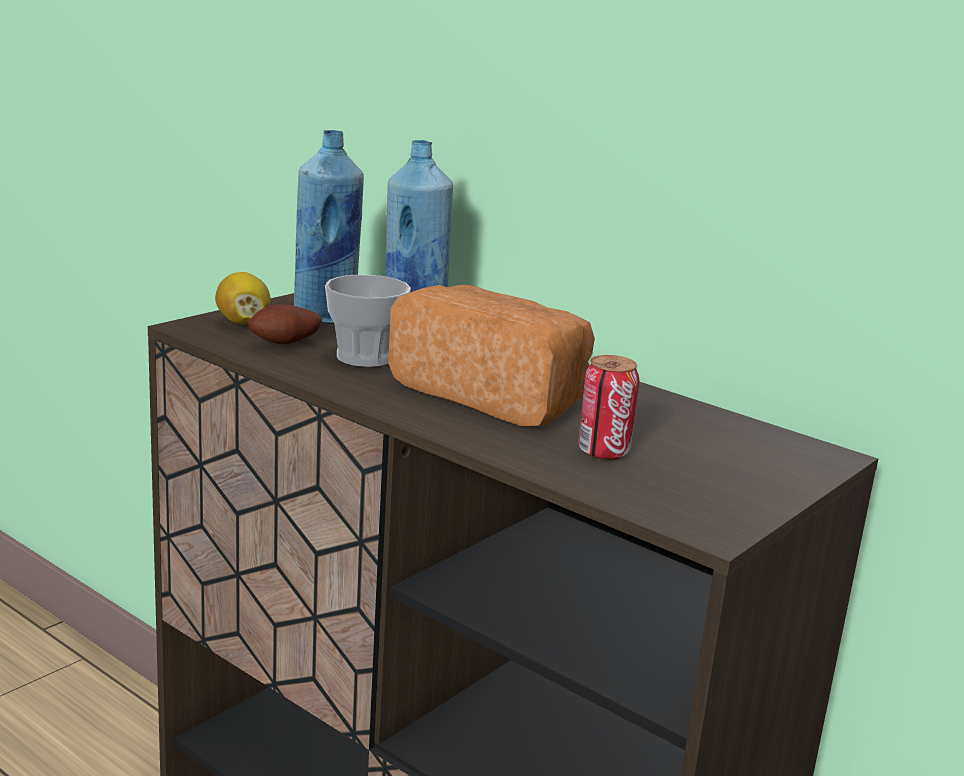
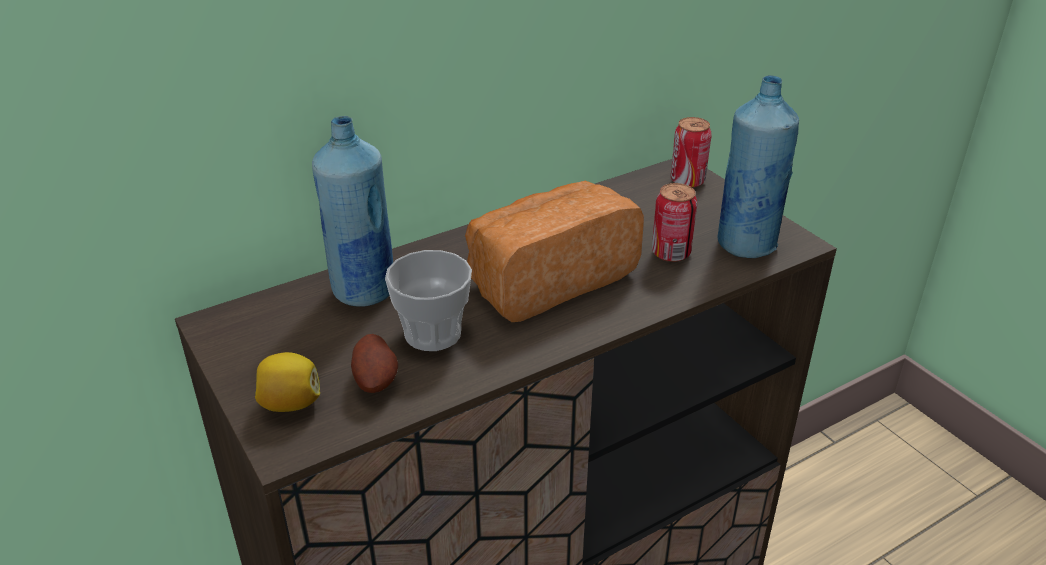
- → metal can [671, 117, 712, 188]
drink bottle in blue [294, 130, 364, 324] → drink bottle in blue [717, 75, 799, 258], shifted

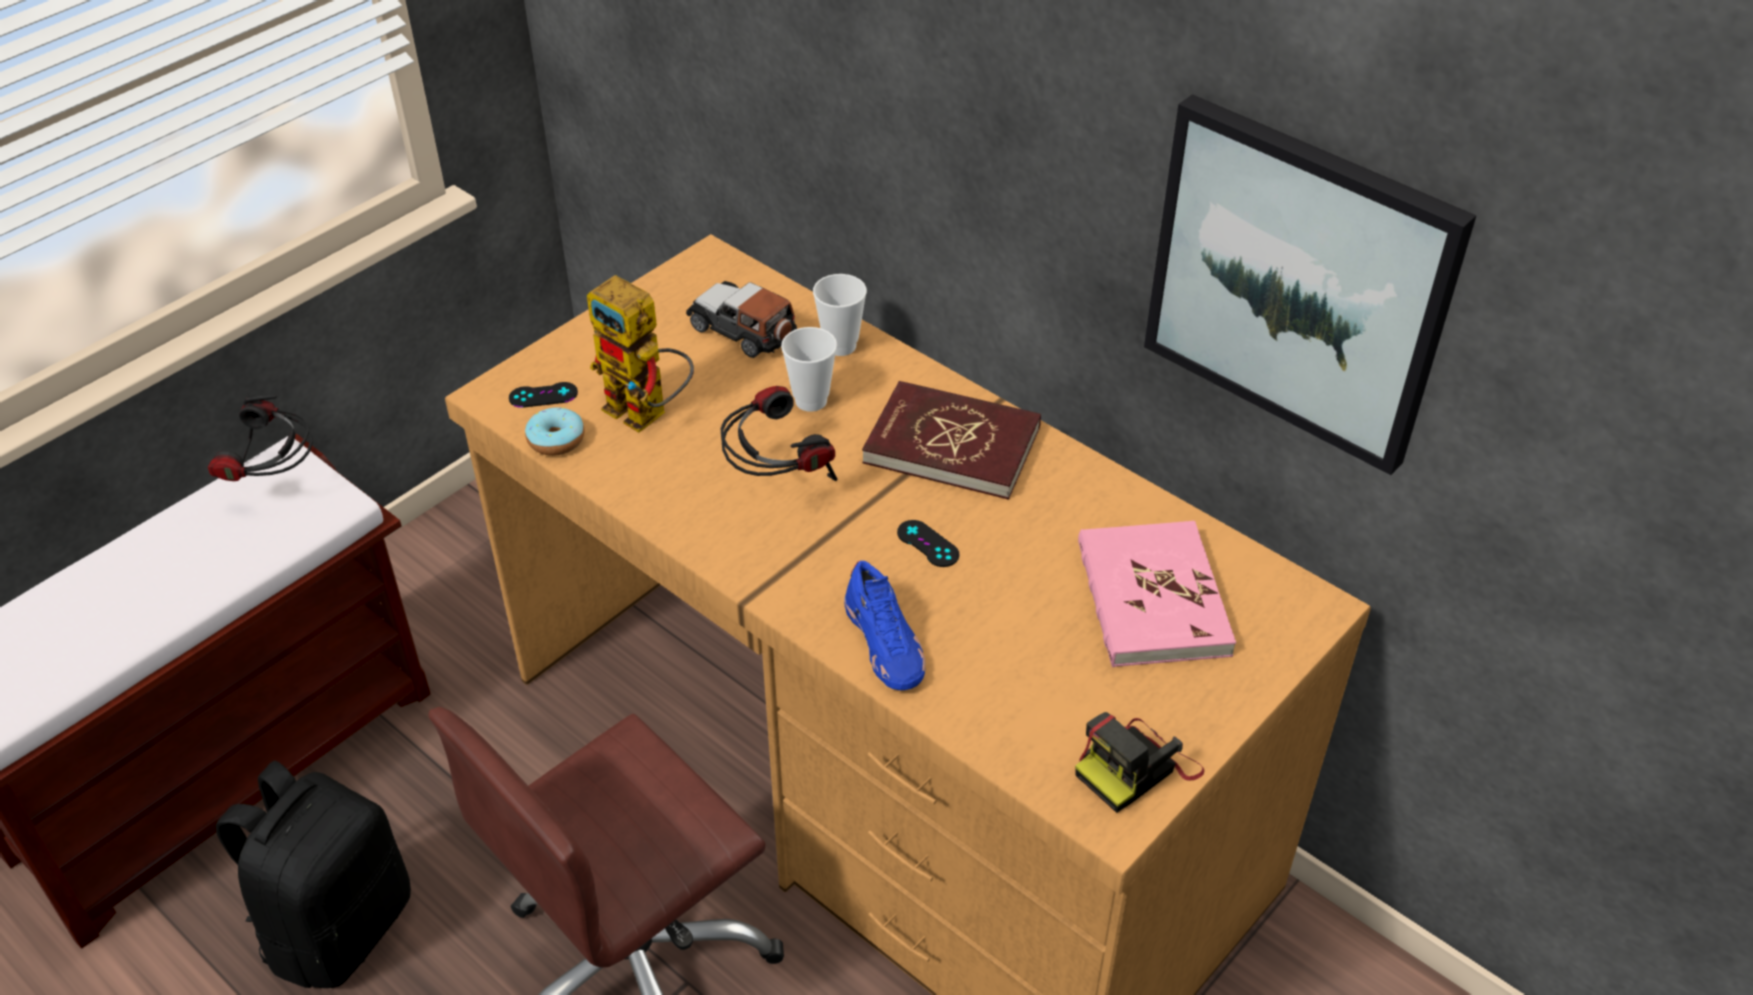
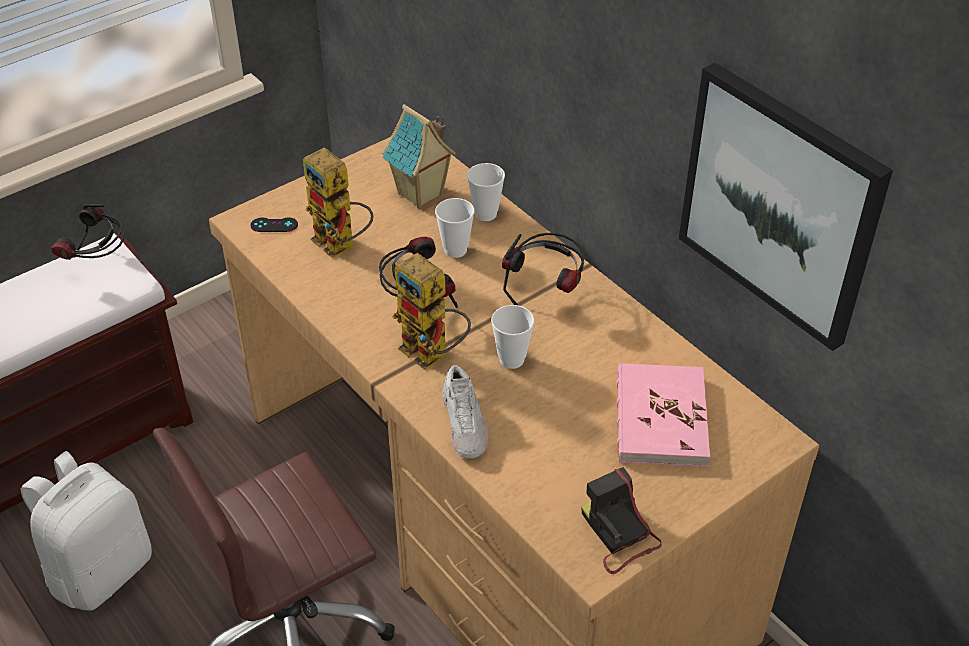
doughnut [525, 407, 585, 456] → -
- → toy robot [392, 253, 471, 370]
miniature car [686, 281, 797, 358] → model house [382, 104, 456, 208]
book in red-coloured [862, 381, 1041, 500] → headset [502, 233, 584, 306]
gamepad in black-coloured [897, 520, 959, 567] → small cup [491, 305, 534, 369]
rucksack in black-coloured [216, 761, 411, 988] → rucksack in whitish [20, 451, 152, 611]
low shoe in blue [844, 561, 925, 690] → low shoe in whitish [442, 365, 488, 459]
photo camera [1075, 712, 1204, 813] → photo camera [581, 467, 662, 574], 90 degrees clockwise

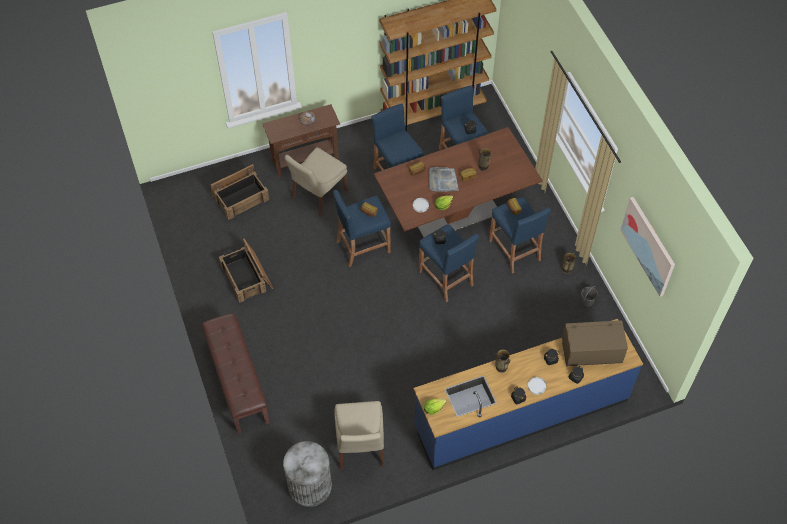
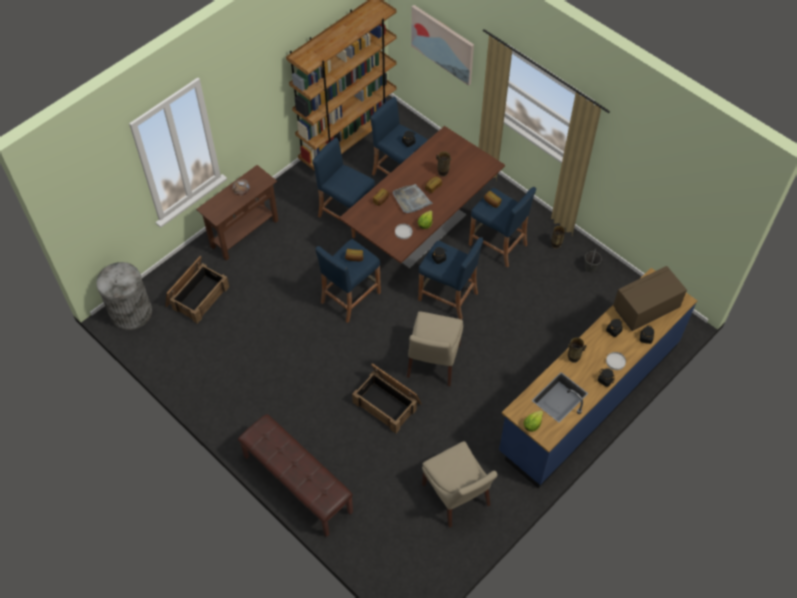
packing crate [219, 238, 273, 303] → packing crate [352, 363, 422, 433], shifted
waste bin in greyish [283, 441, 332, 507] → waste bin in greyish [96, 262, 152, 330], shifted
chair in beige [284, 147, 348, 217] → chair in beige [407, 311, 463, 386], shifted
wall art [620, 197, 675, 297] → wall art [411, 5, 474, 86], shifted

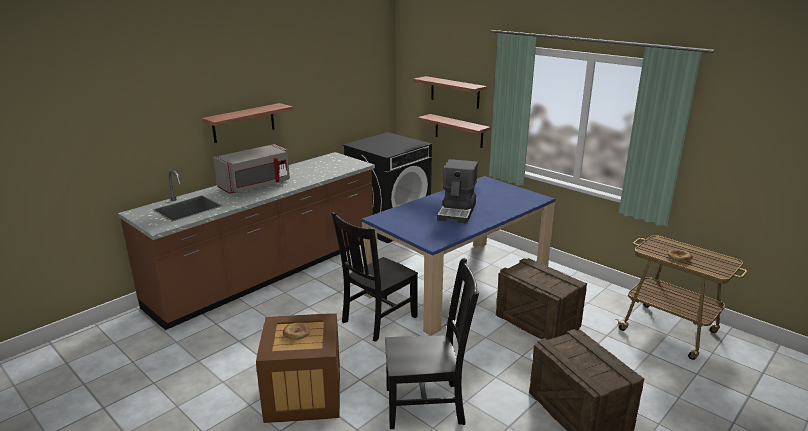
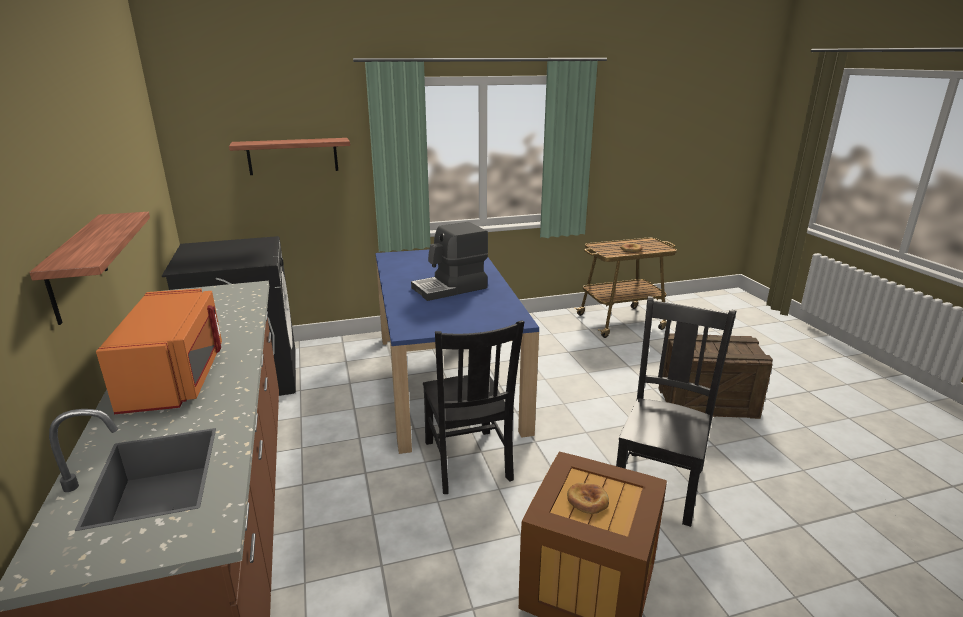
wall shelf [417, 114, 491, 148] → -
packing crate [496, 258, 587, 340] → -
microwave in greyish [213, 144, 290, 194] → microwave in orangey [96, 288, 222, 414]
coffee maker [437, 159, 478, 224] → coffee maker [411, 222, 488, 301], 105 degrees clockwise

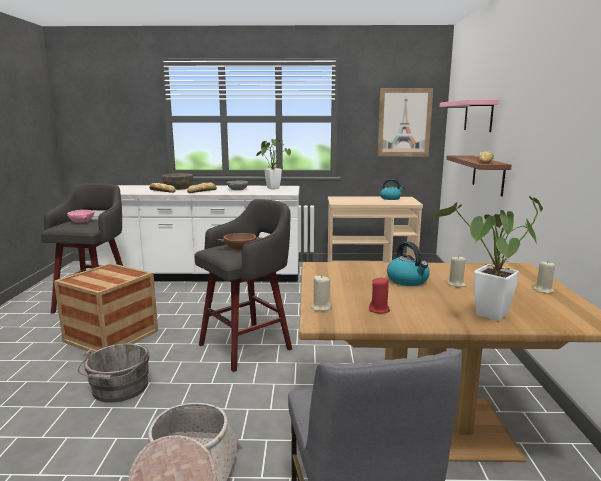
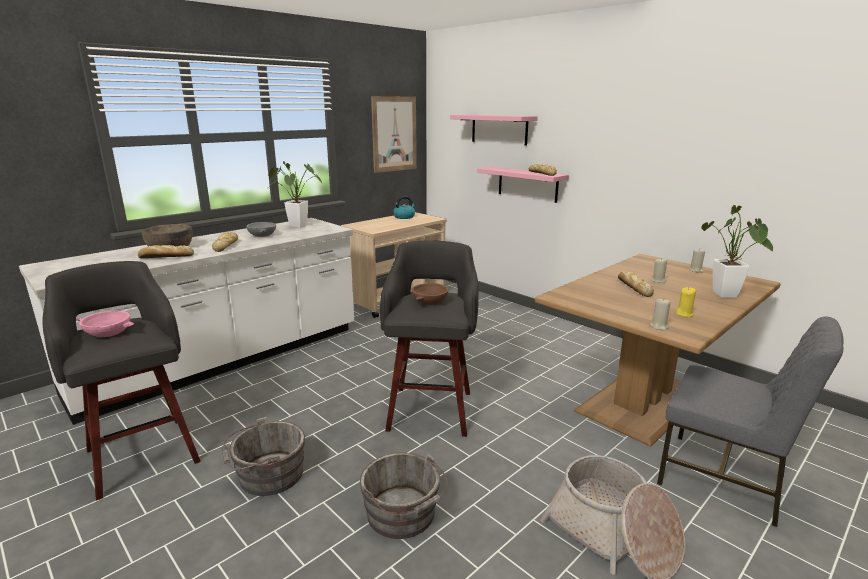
packing crate [54, 263, 158, 352] → pail in greyish [222, 417, 305, 496]
tea kettle [387, 242, 430, 286] → bakery bread [618, 271, 654, 297]
wax light in red-coloured [369, 277, 390, 314] → wax light in yellowish [675, 287, 696, 317]
wall shelf in brown [446, 155, 512, 197] → wall shelf in pink-coloured [477, 167, 569, 203]

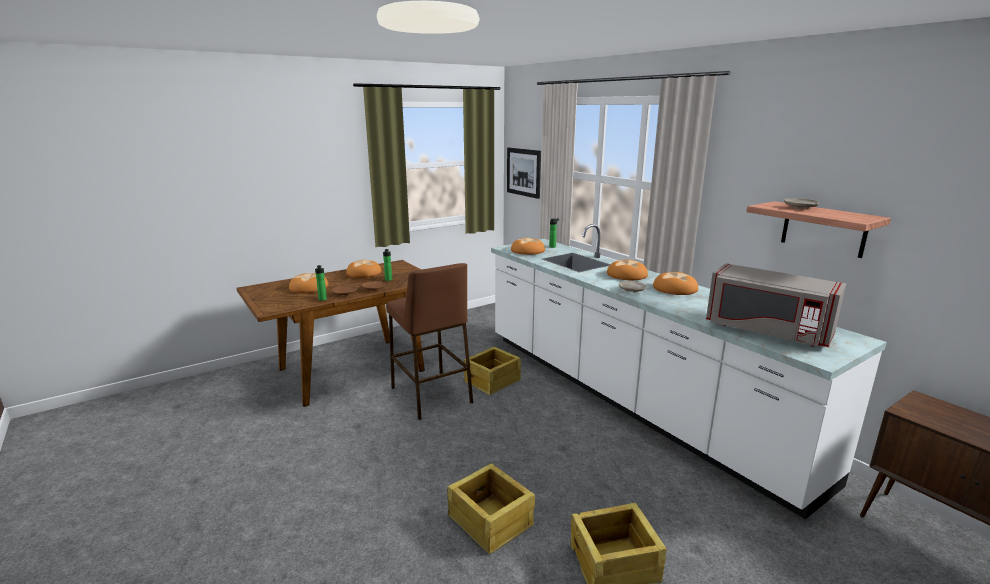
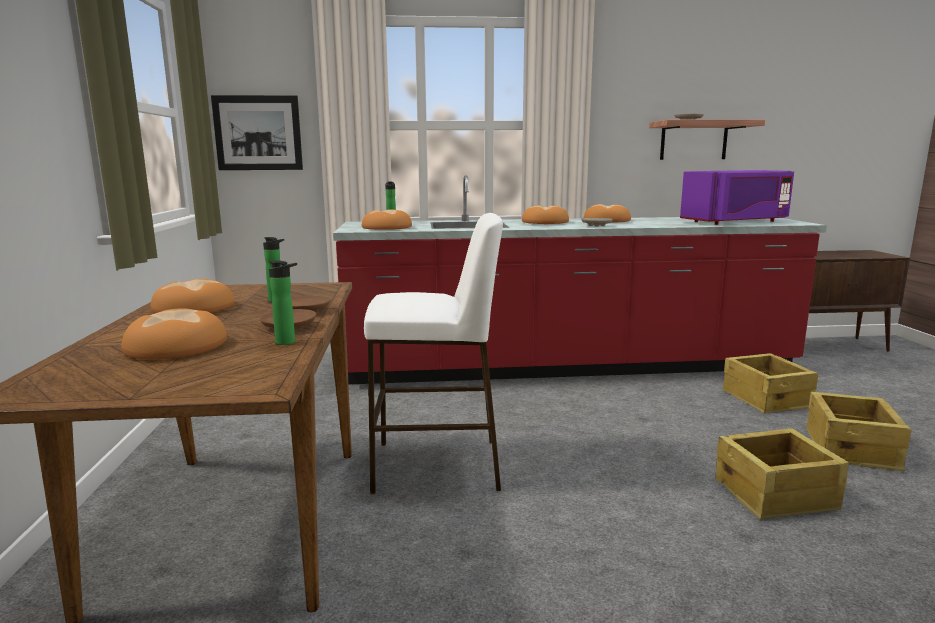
packing crate [464, 347, 521, 395] → packing crate [723, 353, 818, 413], shifted
stool seat in brown [386, 263, 473, 420] → stool seat in whitish [364, 213, 503, 494]
kitchen counter in whitish [491, 224, 887, 519] → kitchen counter in red-coloured [333, 175, 827, 384]
microwave in greyish [706, 263, 846, 347] → microwave in purple-coloured [680, 170, 794, 225]

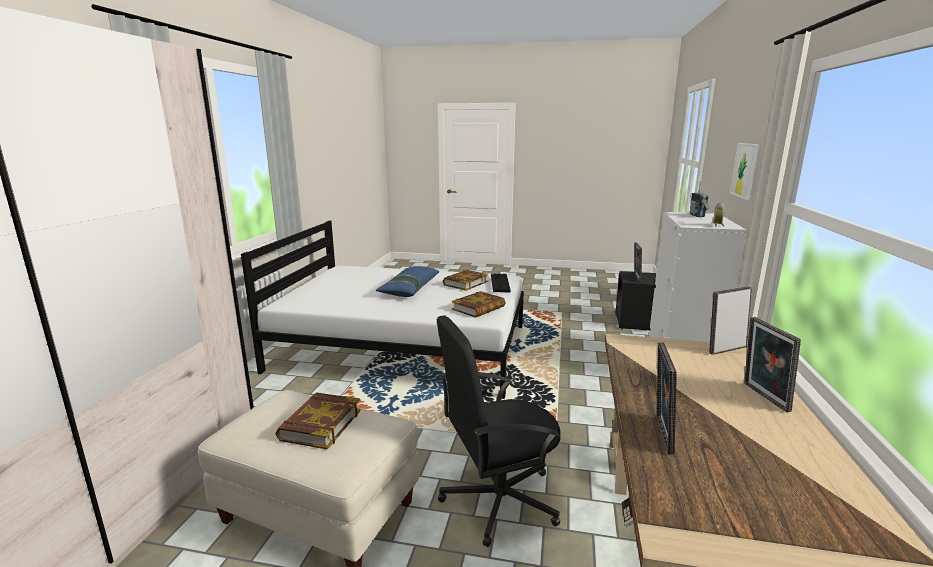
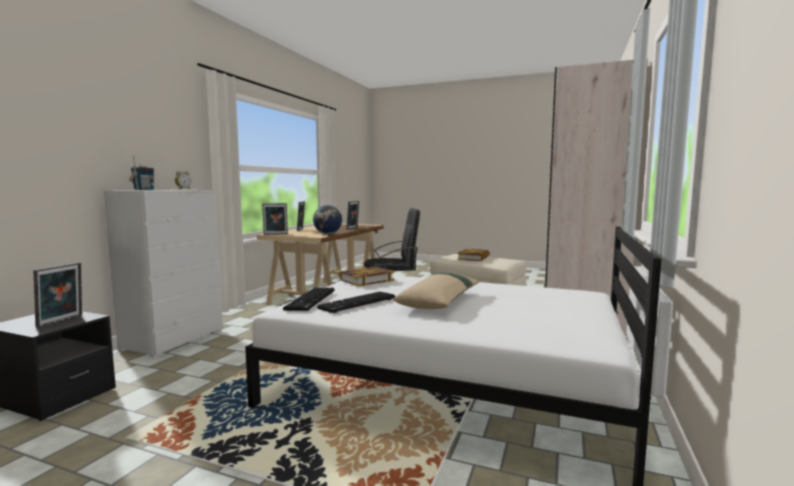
wall art [730, 143, 759, 200] → -
- → globe [313, 205, 342, 234]
book [443, 270, 488, 291] → PC keyboard [317, 292, 395, 313]
cushion in blue [375, 266, 439, 297] → cushion in beige [393, 272, 479, 309]

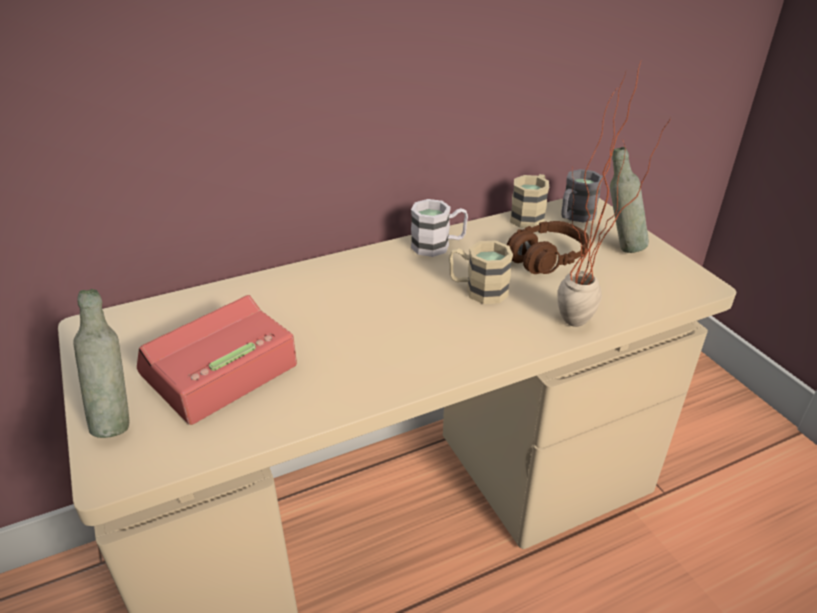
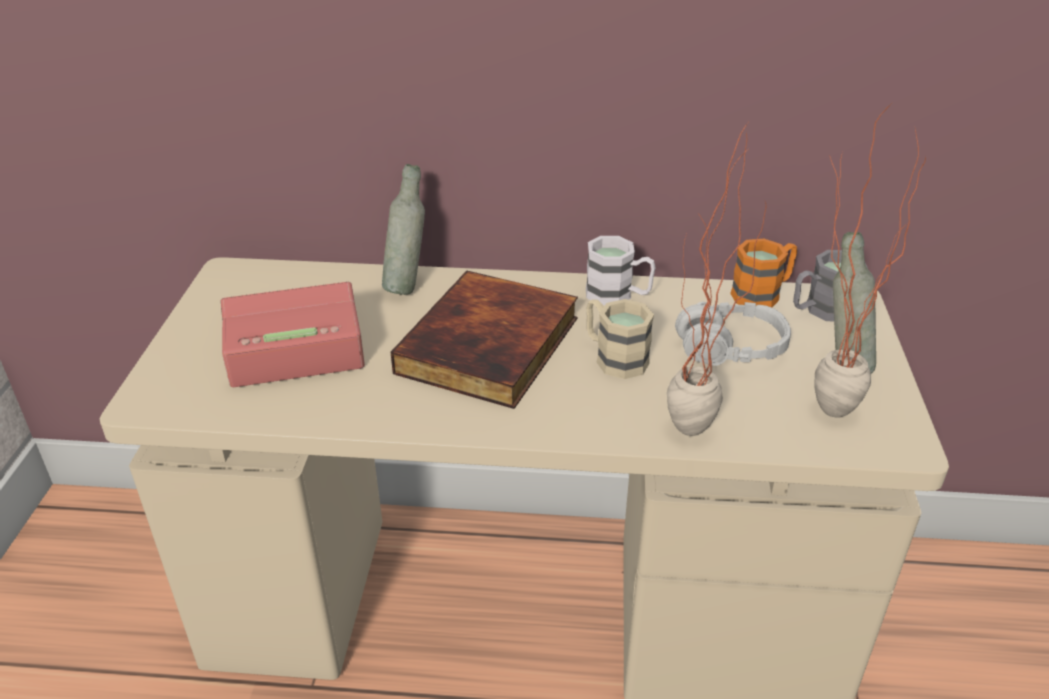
- → book [391, 270, 578, 409]
- → potted plant [814, 101, 926, 418]
drink bottle in greyish [73, 289, 129, 438] → drink bottle in greyish [382, 164, 425, 295], shifted
headset in brown [507, 221, 589, 274] → headset in greyish [675, 301, 791, 366]
coffee mug in beige [510, 174, 549, 228] → coffee mug in orangey [730, 239, 797, 307]

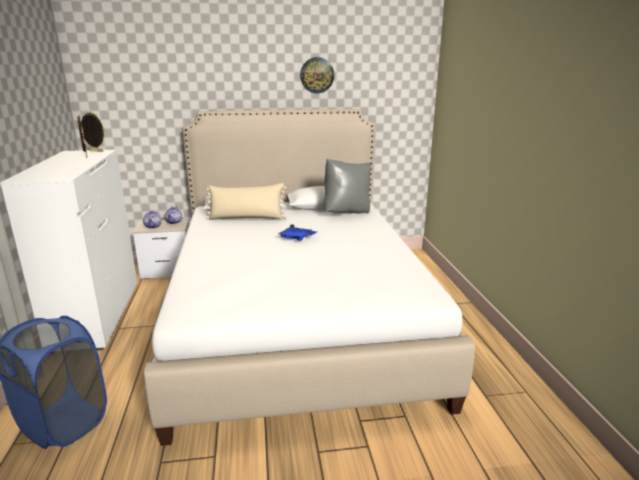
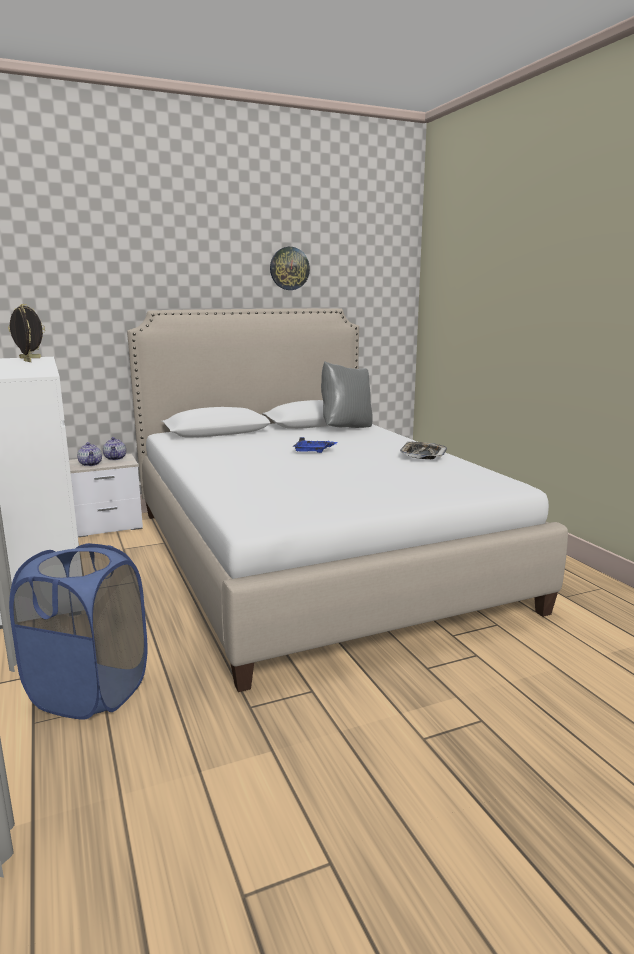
cushion in beige [206, 183, 286, 220] → -
- → tray [400, 442, 447, 459]

